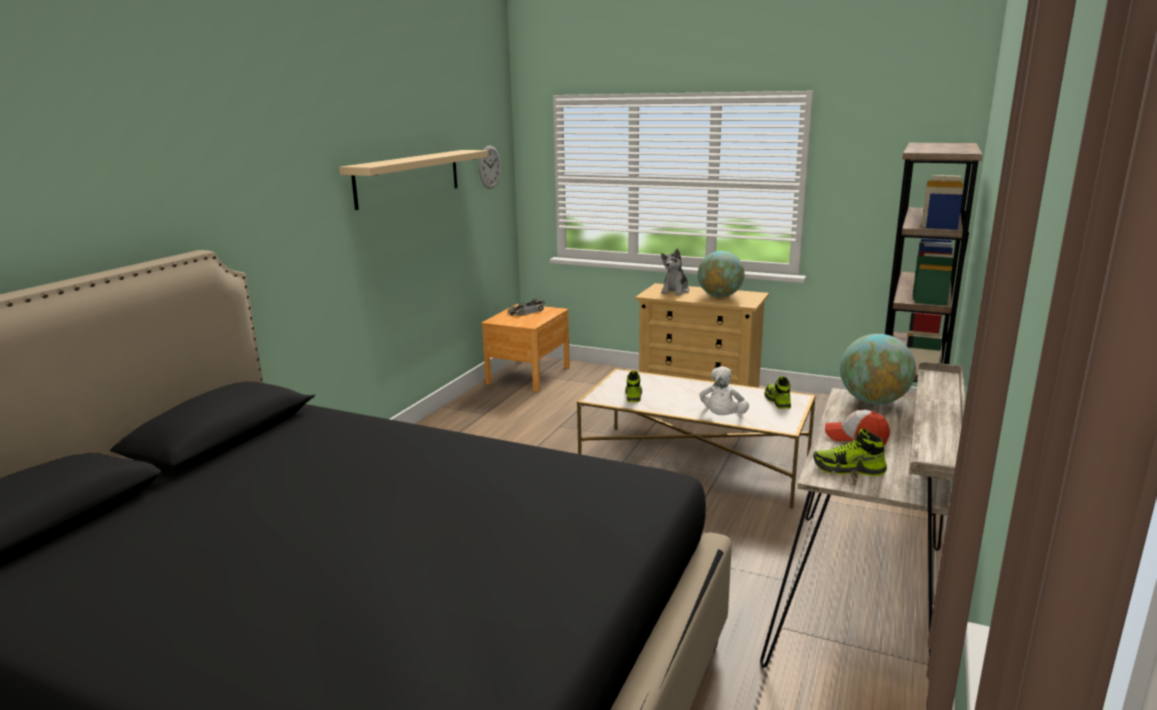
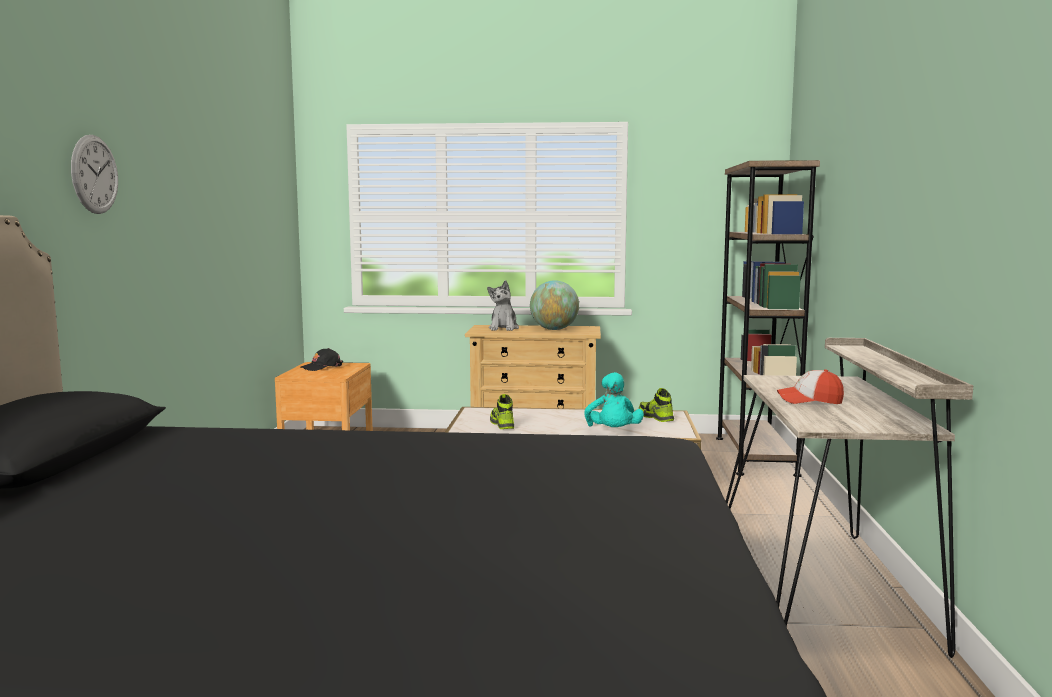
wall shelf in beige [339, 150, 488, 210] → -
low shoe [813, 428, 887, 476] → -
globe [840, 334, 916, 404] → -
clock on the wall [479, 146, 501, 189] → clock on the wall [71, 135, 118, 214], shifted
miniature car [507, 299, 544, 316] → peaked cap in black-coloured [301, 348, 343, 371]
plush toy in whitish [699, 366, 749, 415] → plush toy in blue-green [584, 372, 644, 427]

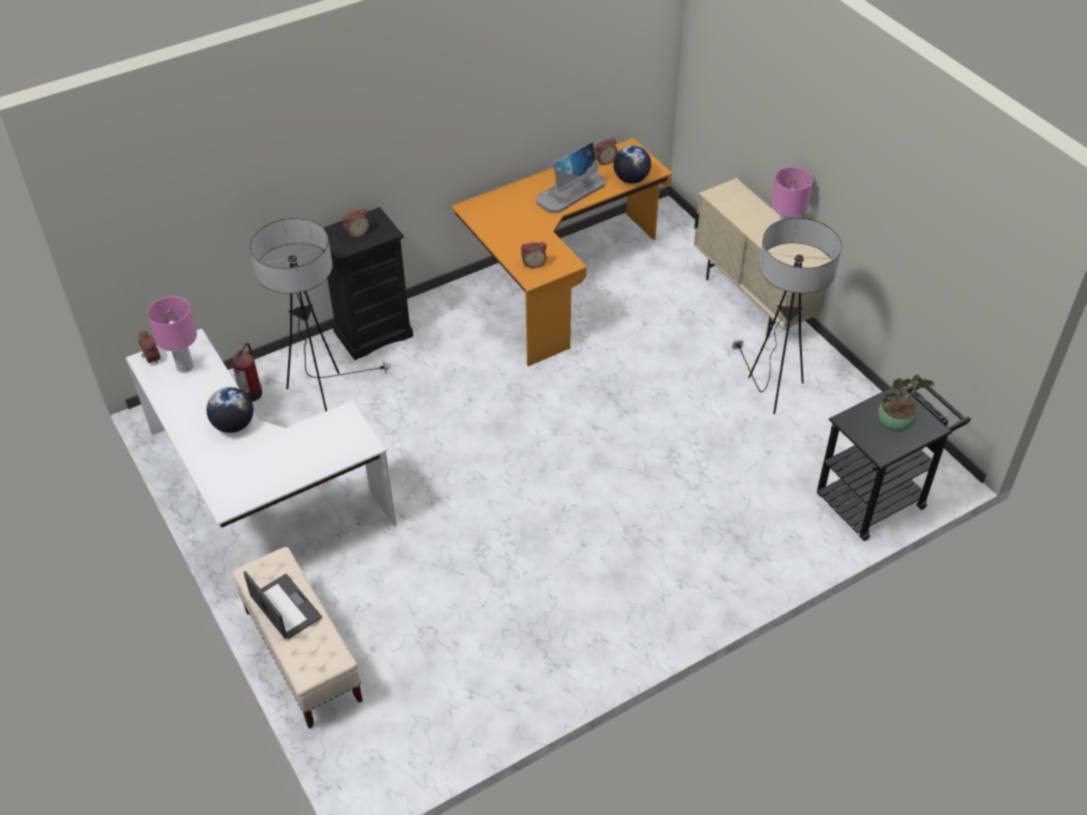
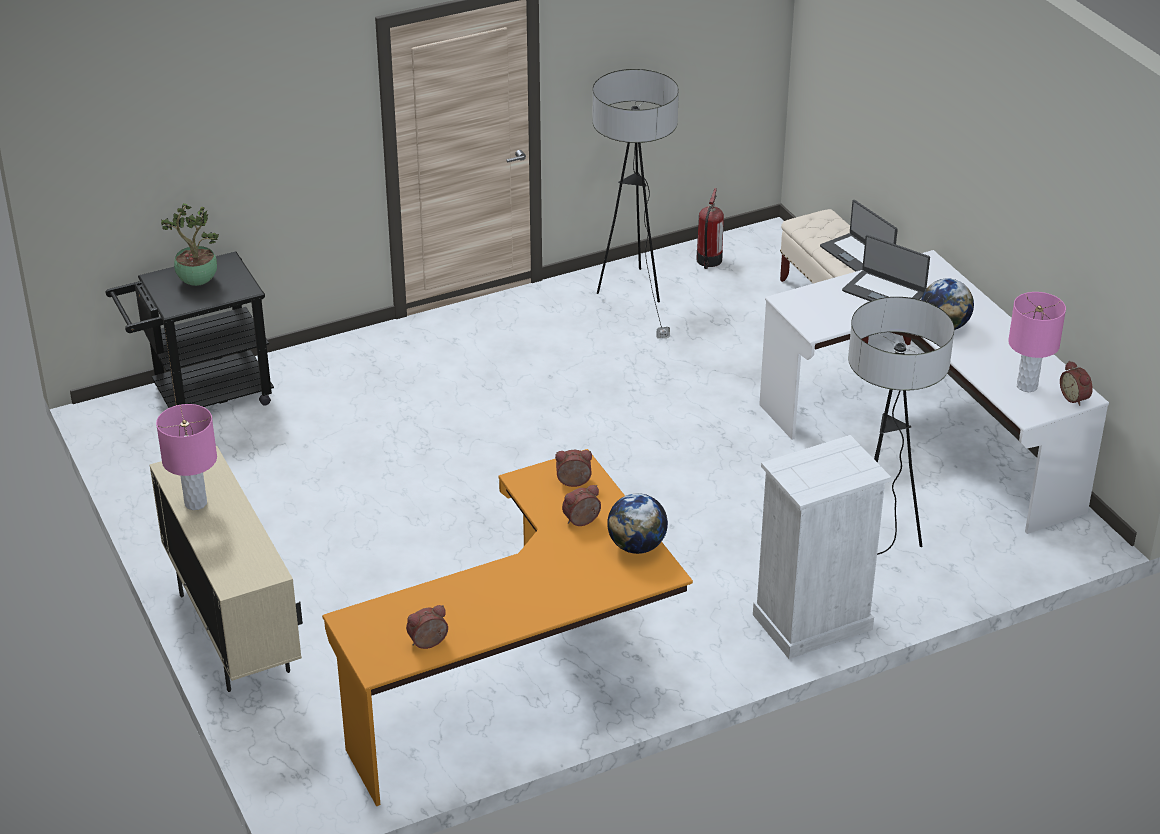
computer display [536, 142, 605, 213] → -
- → portable computer [842, 235, 930, 301]
extinguisher [232, 343, 262, 402] → extinguisher [696, 188, 724, 269], shifted
bedside clock [343, 208, 370, 238] → bedside clock [562, 485, 601, 526], shifted
globe [613, 145, 651, 184] → globe [607, 493, 668, 554], shifted
standard lamp [732, 218, 842, 414] → standard lamp [593, 69, 679, 339], shifted
dresser in black-coloured [323, 207, 413, 360] → dresser in whitish [753, 435, 891, 659]

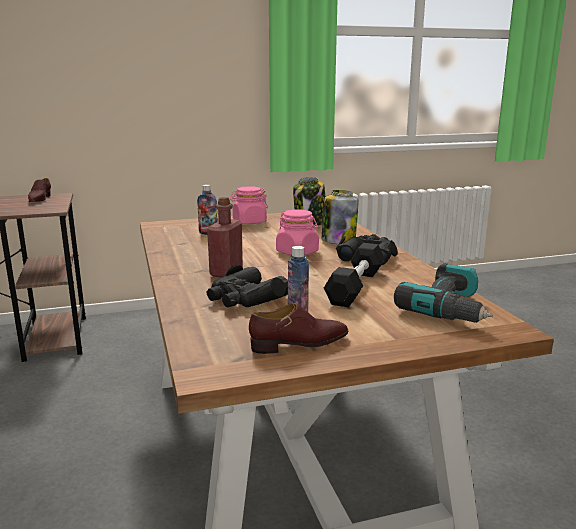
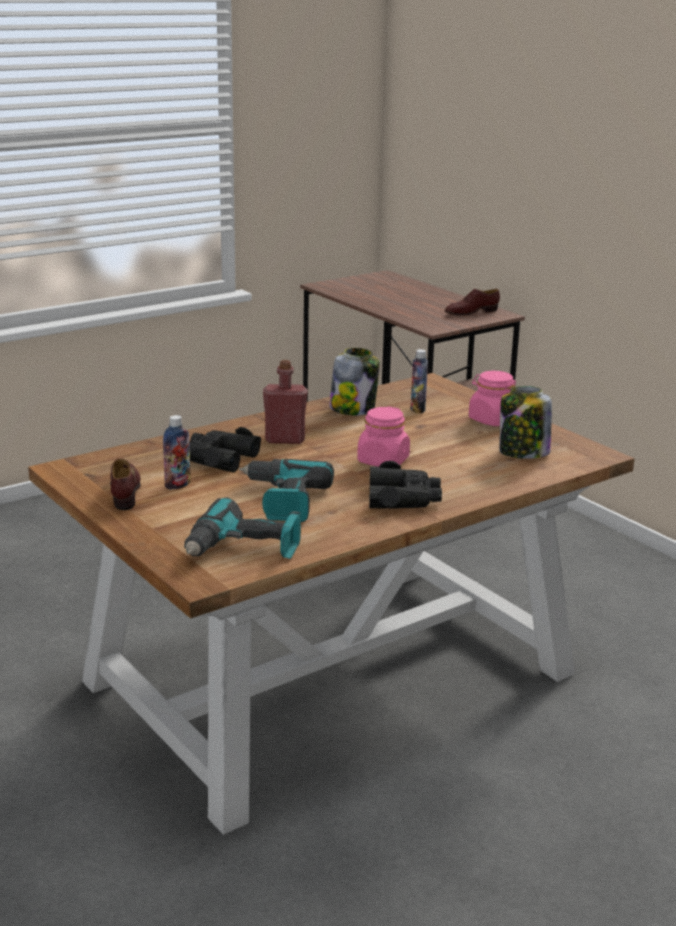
storage jar [322, 190, 358, 244] → storage jar [329, 348, 380, 415], shifted
free weight in black-coloured [324, 243, 385, 307] → drill [239, 459, 334, 522]
low shoe in brown [249, 303, 348, 354] → low shoe in brown [110, 458, 141, 510], 150 degrees counterclockwise

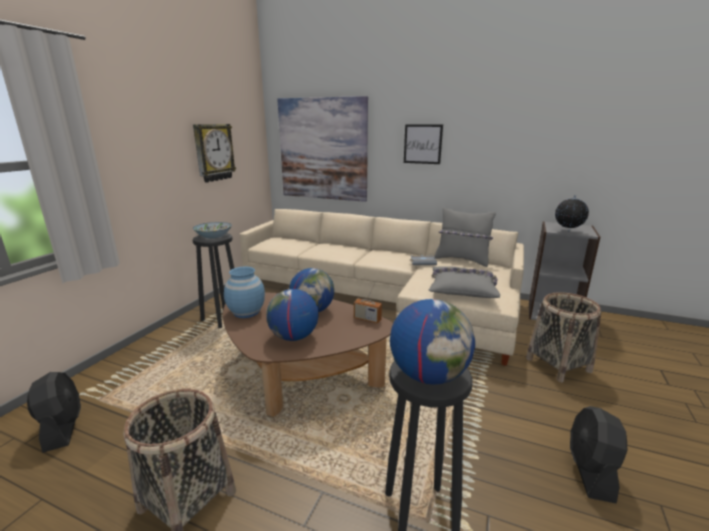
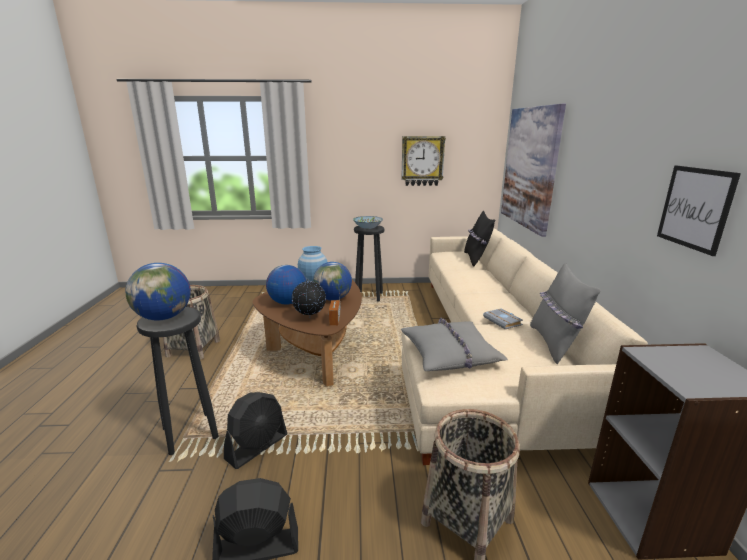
- → cushion in black-coloured [464, 211, 495, 267]
fan in black-coloured [27, 372, 81, 453] → fan in black-coloured [224, 392, 287, 469], shifted
wall art [404, 124, 443, 164] → wall art [657, 165, 741, 256], shifted
globe [555, 195, 589, 232] → globe [292, 278, 326, 318], shifted

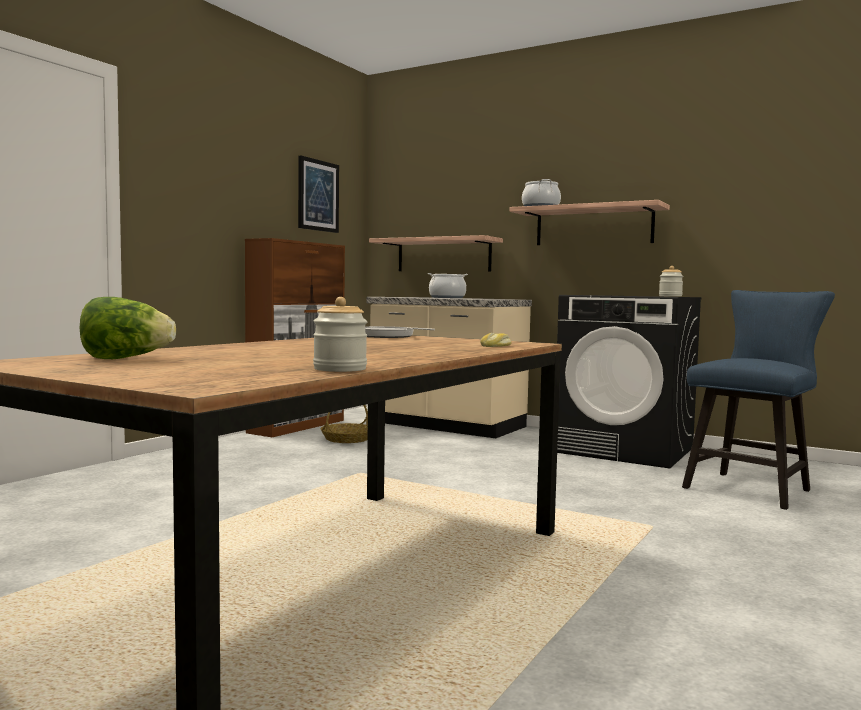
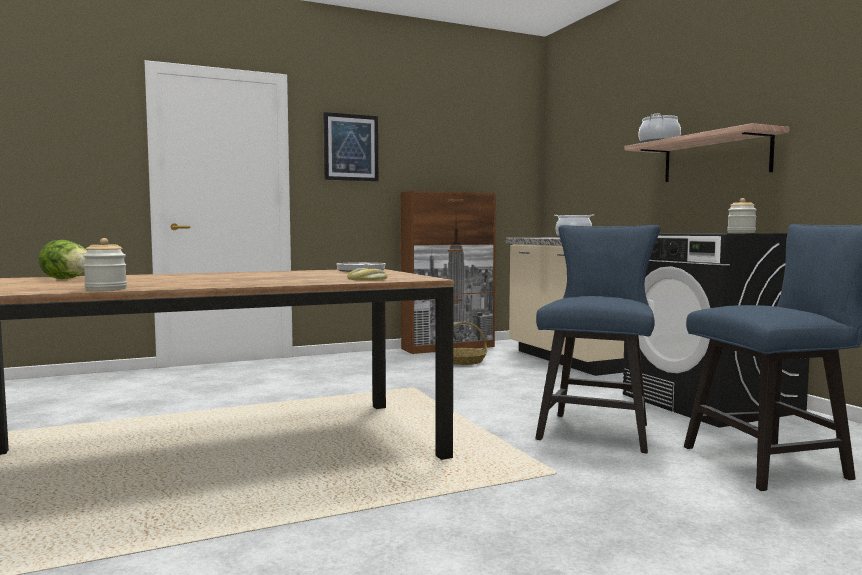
wall shelf [369, 235, 503, 271] → -
- → chair in blue [535, 225, 660, 453]
wall art [298, 155, 339, 233] → wall art [323, 112, 378, 182], shifted

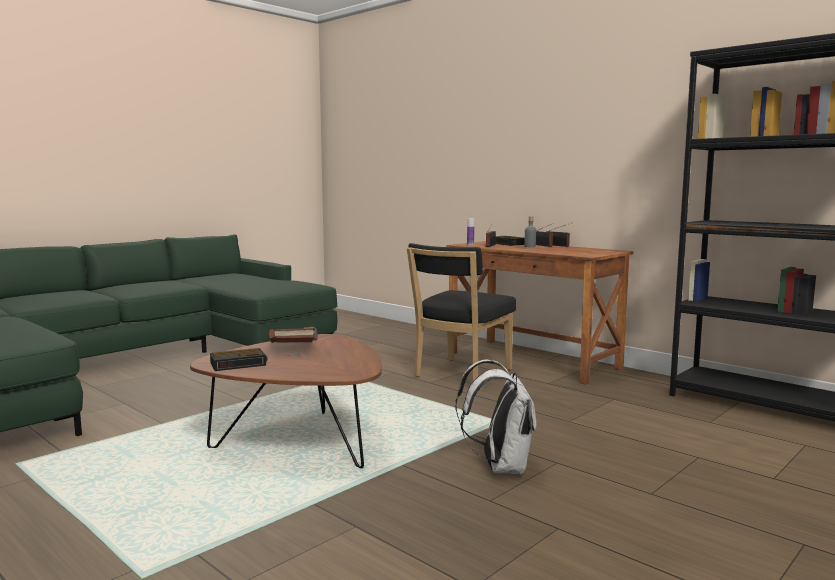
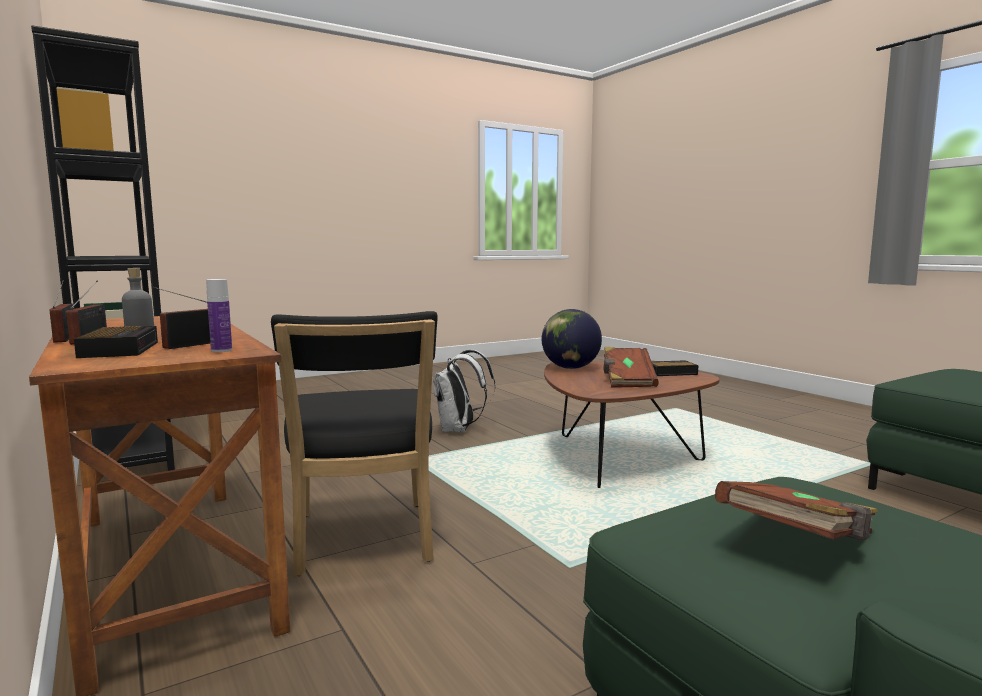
- → globe [542, 309, 602, 369]
- → book in brown [715, 481, 878, 540]
chair in black-coloured [407, 243, 516, 381] → chair in black-coloured [271, 311, 438, 576], 120 degrees clockwise

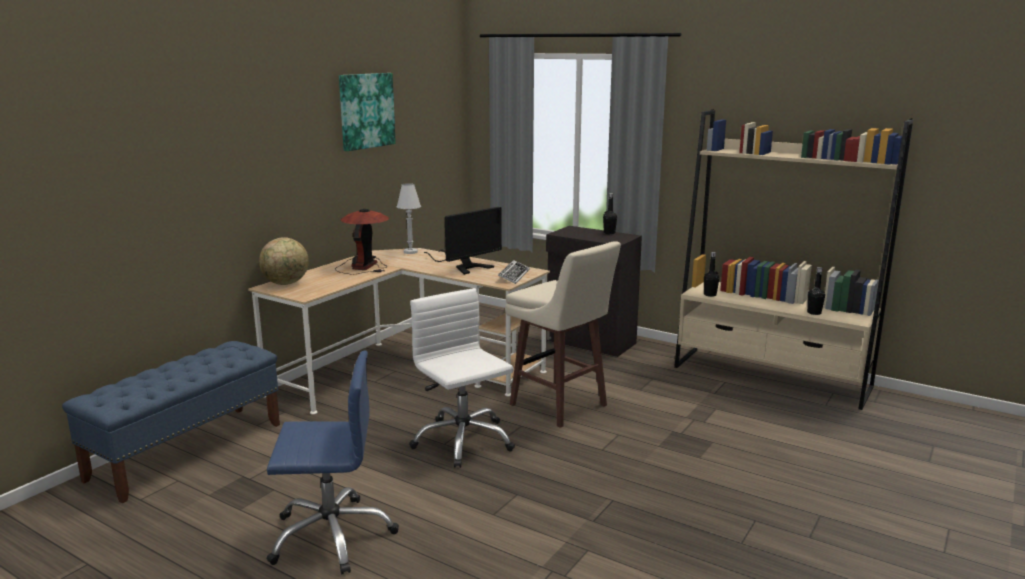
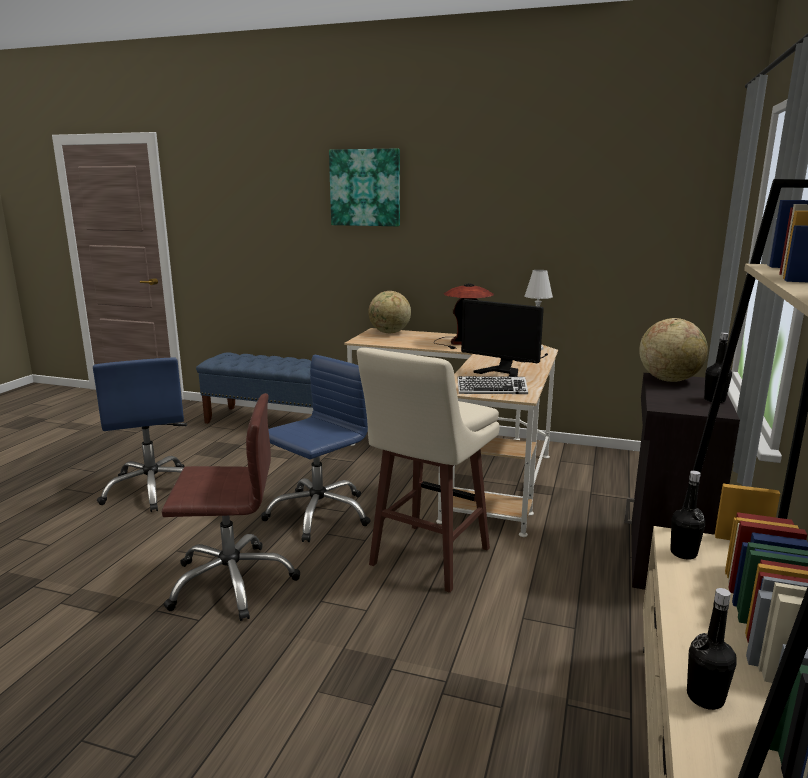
- → computer chair in brown [162, 393, 300, 621]
- → globe [639, 318, 708, 382]
wall art [339, 73, 396, 151] → wall art [329, 148, 400, 226], shifted
computer chair in whitish [409, 288, 515, 468] → computer chair in blue [261, 355, 371, 542]

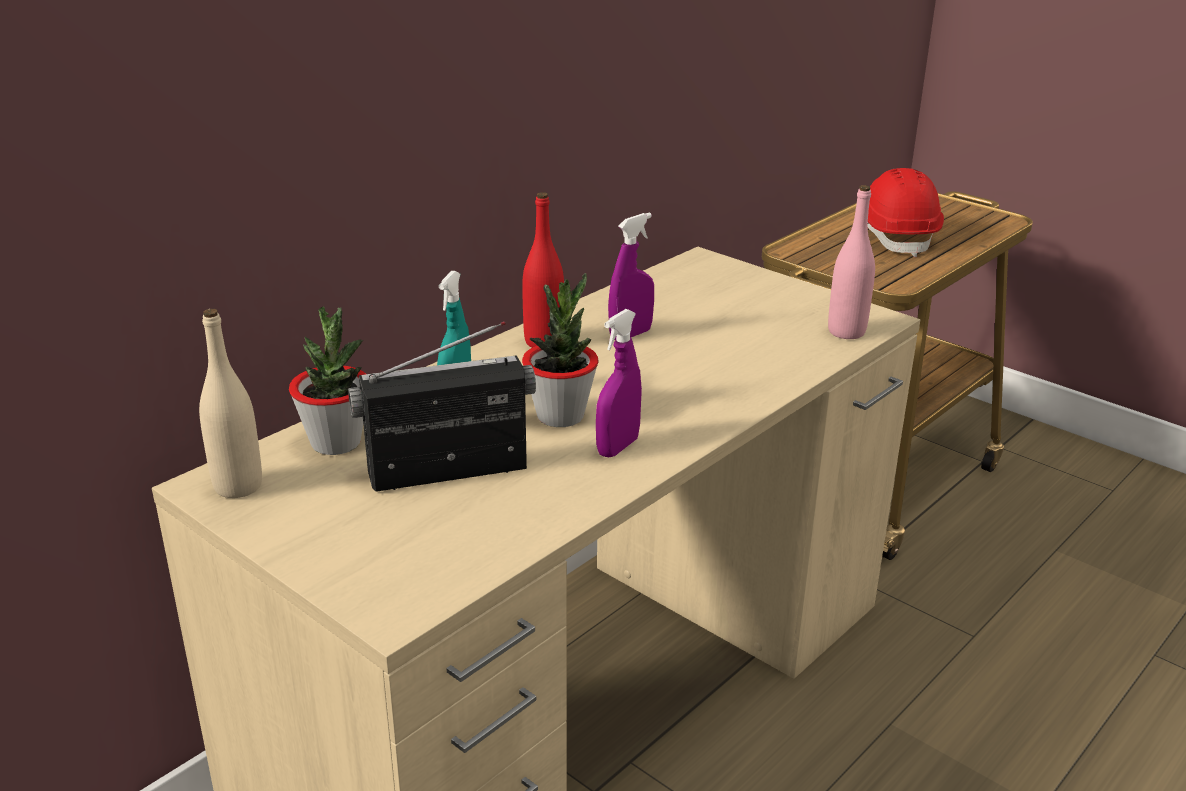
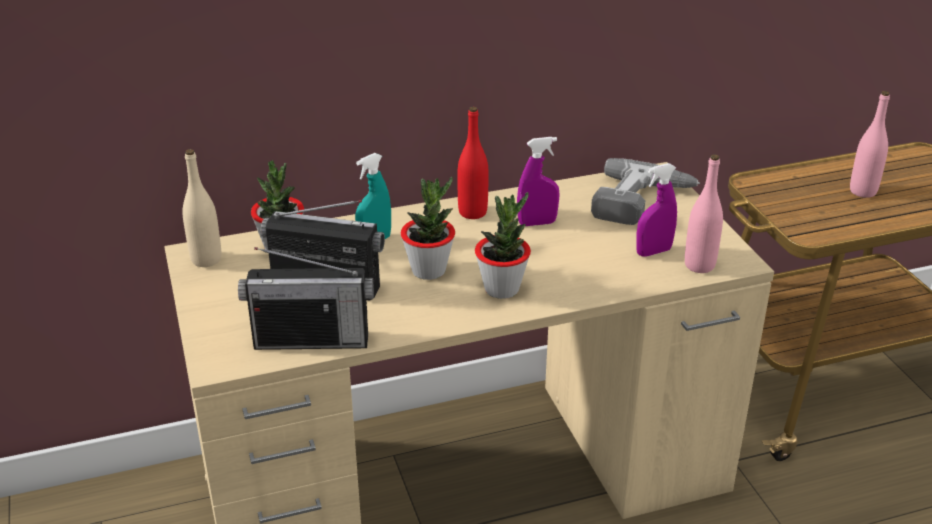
- → radio set [238, 247, 374, 350]
- → potted plant [475, 192, 531, 299]
- → drill [591, 158, 700, 225]
spray bottle in purple-coloured [596, 309, 642, 457] → spray bottle in purple-coloured [636, 163, 677, 257], shifted
hard hat in red-coloured [868, 168, 944, 257] → drink bottle in pink-coloured [850, 91, 890, 198]

